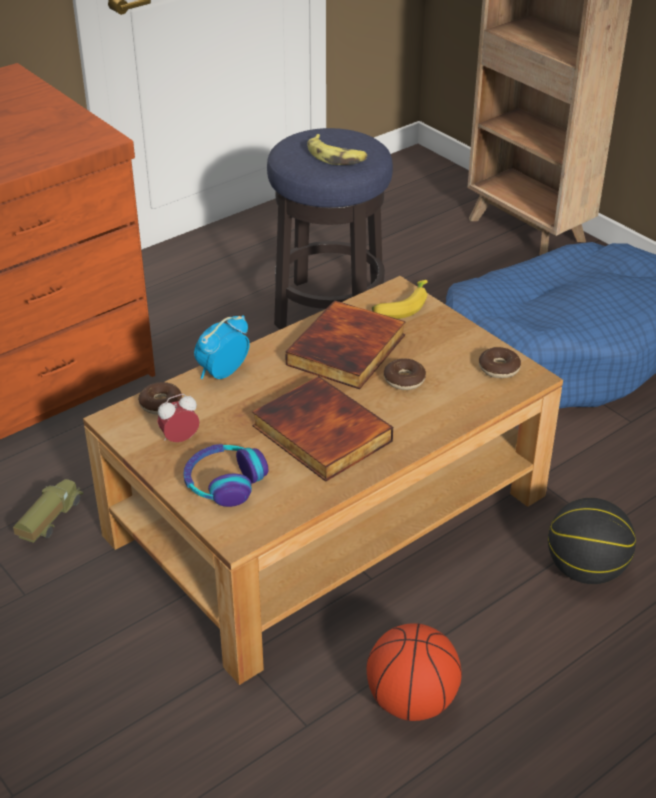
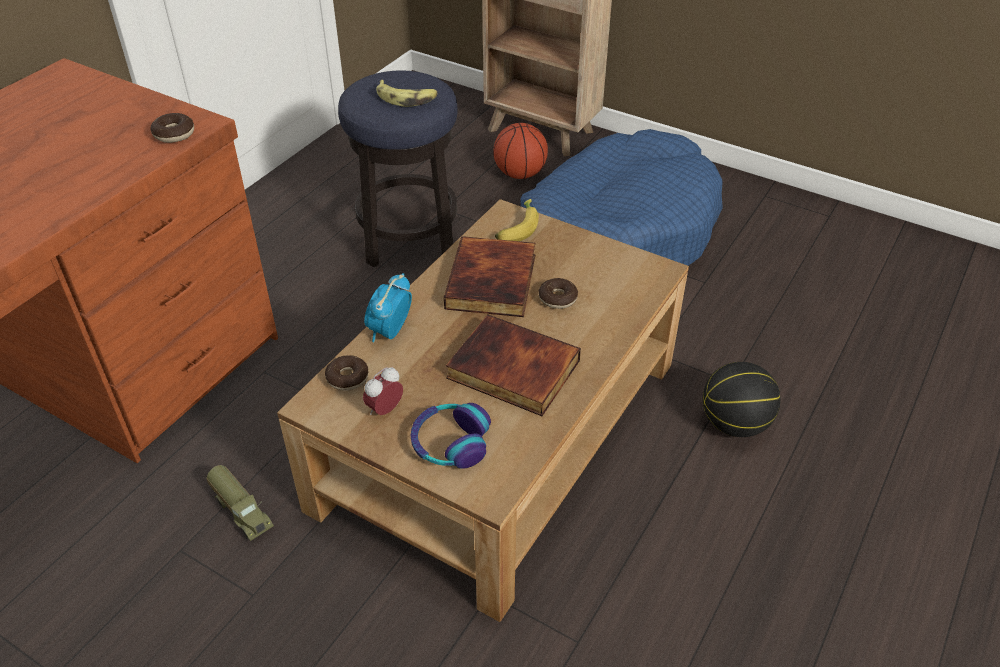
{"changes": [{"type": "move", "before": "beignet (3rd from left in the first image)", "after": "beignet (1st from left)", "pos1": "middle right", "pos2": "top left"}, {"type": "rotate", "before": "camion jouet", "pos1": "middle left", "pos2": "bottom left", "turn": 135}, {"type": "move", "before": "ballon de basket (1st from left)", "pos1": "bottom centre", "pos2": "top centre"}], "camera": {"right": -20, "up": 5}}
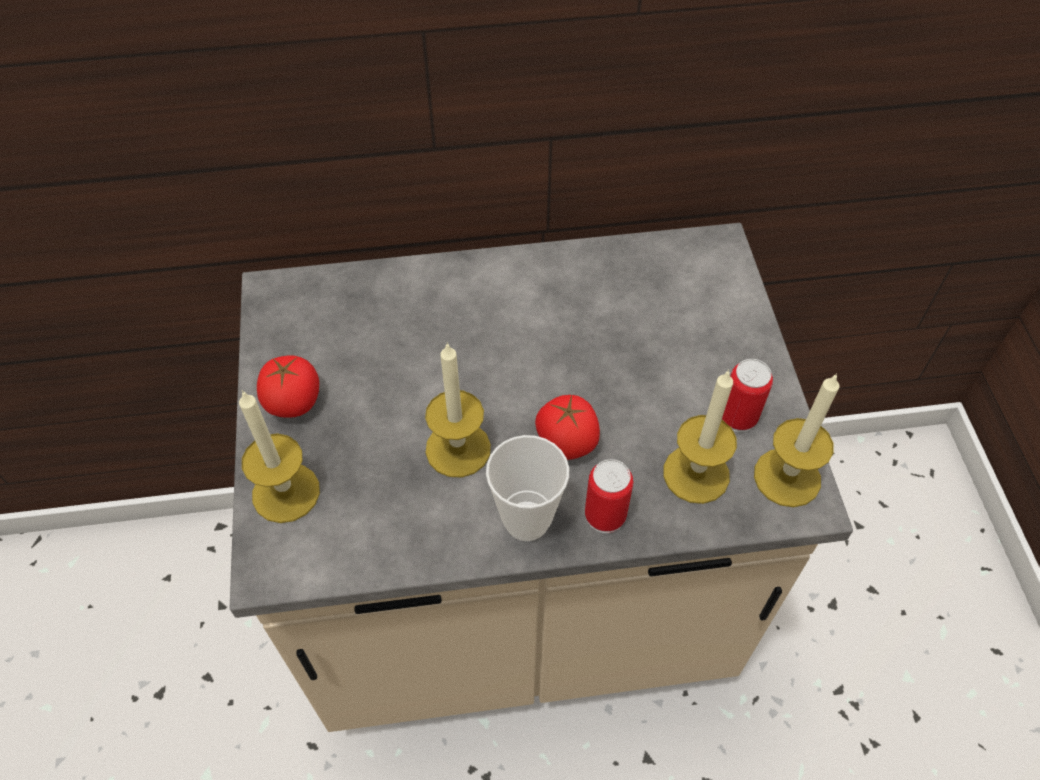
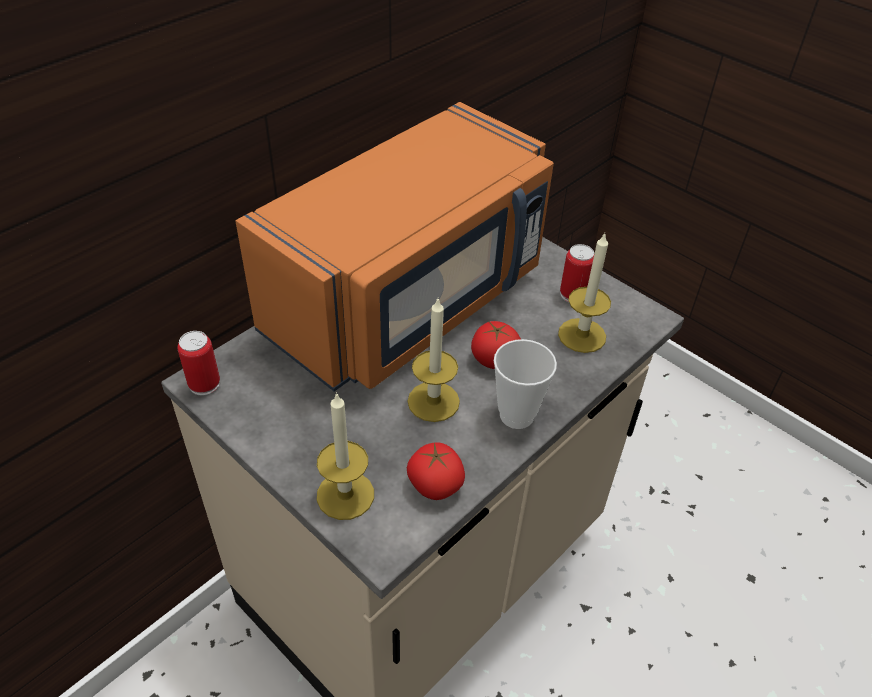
{"changes": [{"type": "move", "before": "tomate (1st from left)", "pos1": "middle left", "pos2": "bottom centre"}, {"type": "delete", "before": "bougie (4th from left)", "pos1": "middle right"}, {"type": "move", "before": "boîte métallique (1st from left)", "pos1": "centre", "pos2": "middle left"}, {"type": "insert", "after": "micro-ondes (orange)", "pos2": "centre"}], "camera": {"right": -40, "up": -10}}
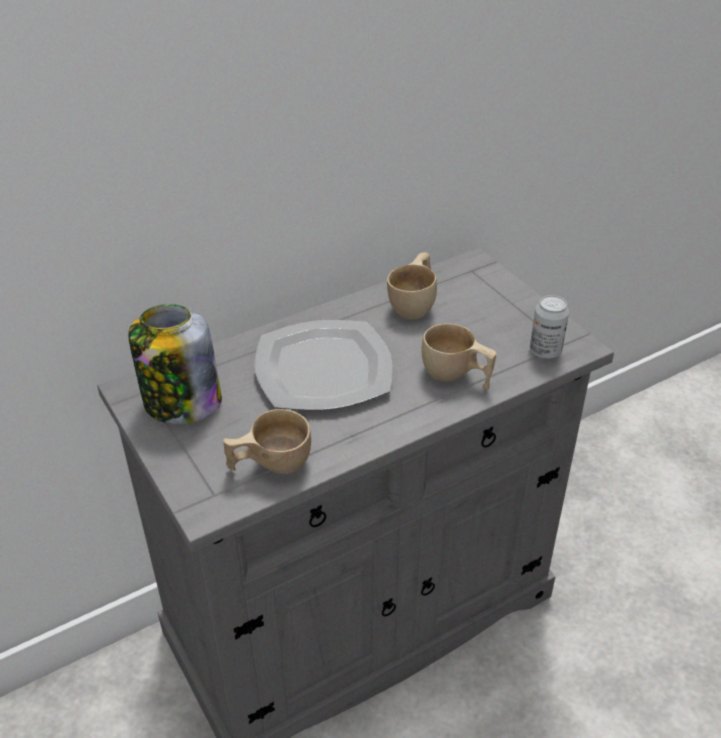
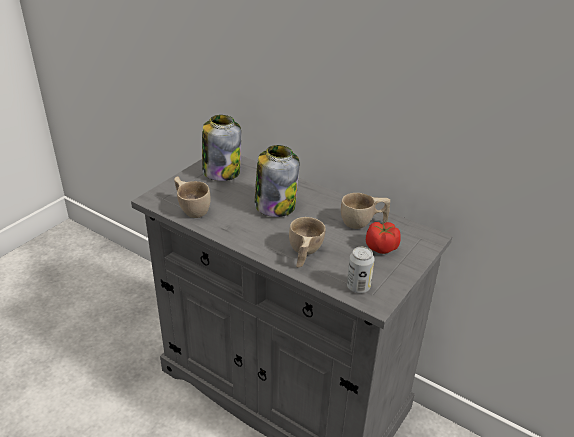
{"changes": [{"type": "replace", "before": "assiette", "after": "bocal (2nd from left)", "pos1": "centre", "pos2": "centre"}, {"type": "insert", "after": "tomate", "pos2": "middle right"}], "camera": {"right": 65, "up": -5}}
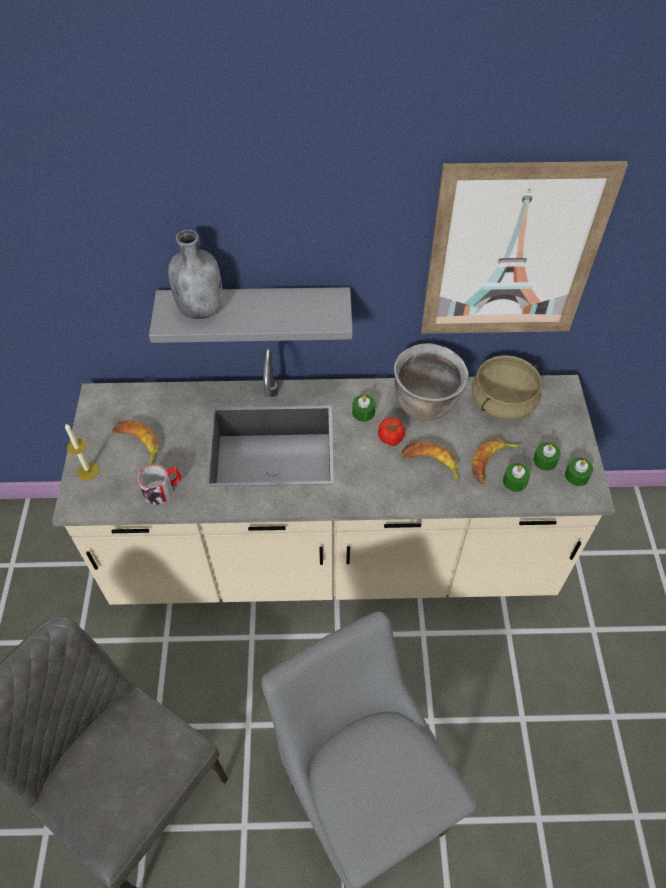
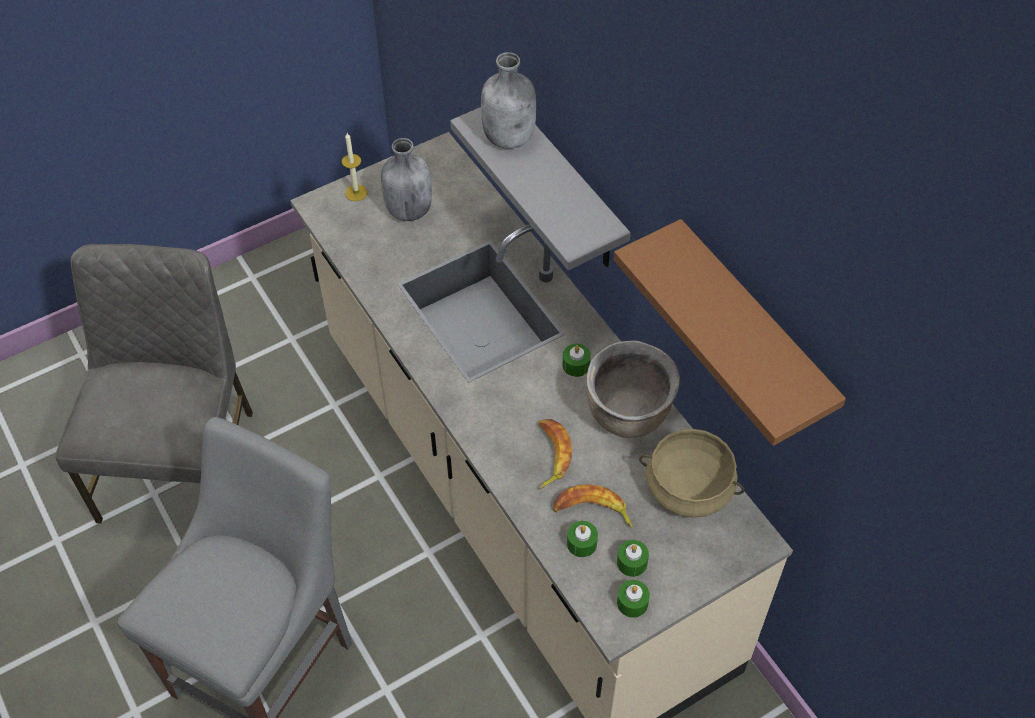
{"changes": [{"type": "replace", "before": "tableau", "after": "étagère (marron)", "pos1": "top right", "pos2": "middle right"}, {"type": "delete", "before": "tomate", "pos1": "centre"}, {"type": "replace", "before": "banane (1st from left)", "after": "bouteille (gris) (1st from left)", "pos1": "middle left", "pos2": "top centre"}, {"type": "delete", "before": "mug", "pos1": "middle left"}], "camera": {"right": 60, "up": 0}}
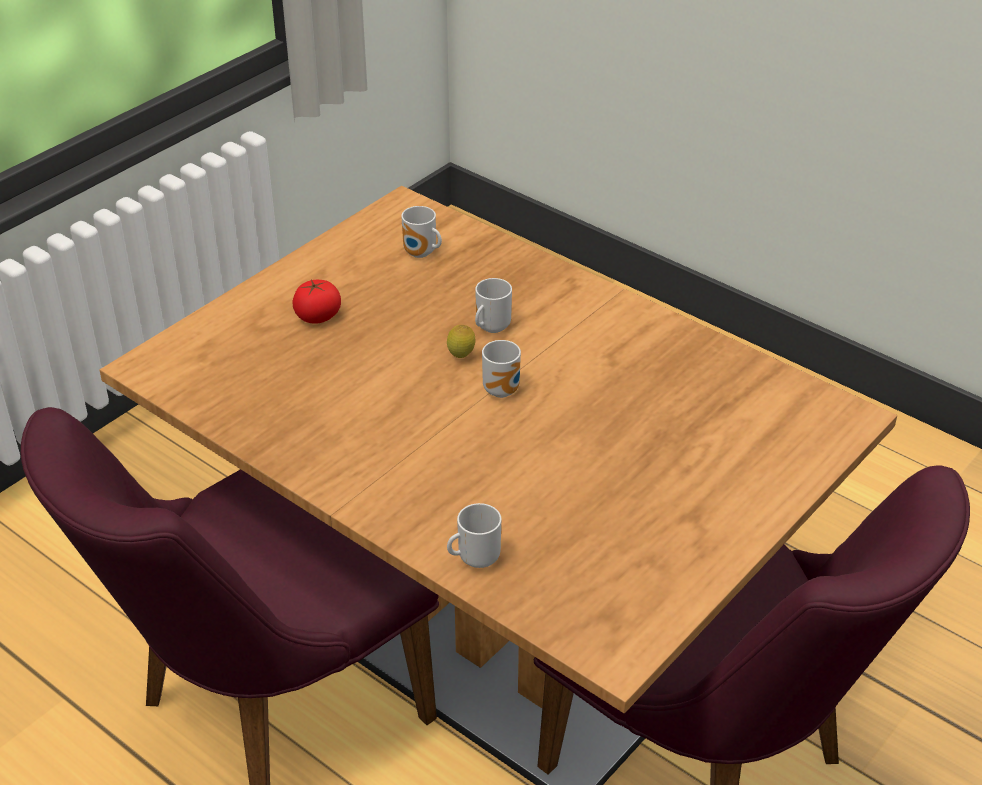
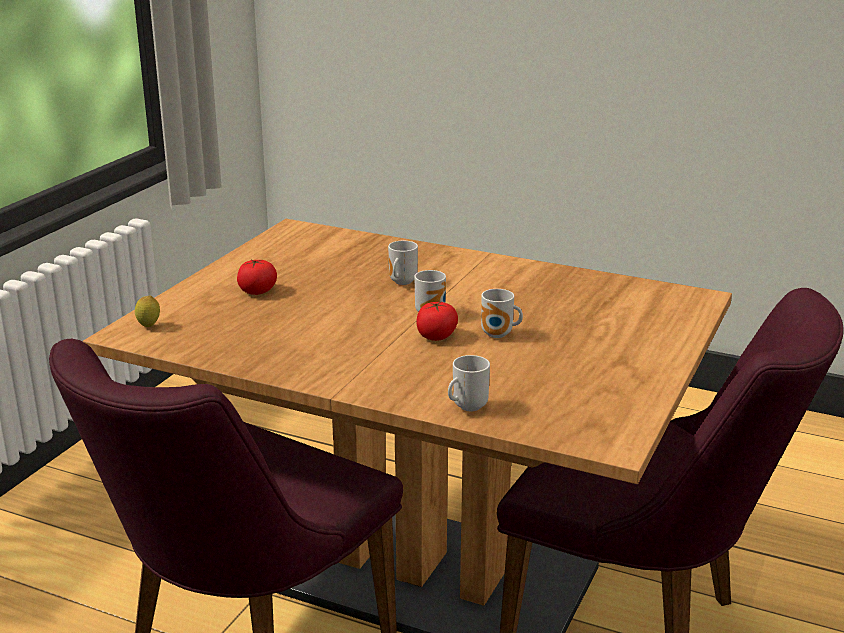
{"changes": [{"type": "move", "before": "mug (1st from left in the first image)", "after": "mug (4th from left)", "pos1": "top centre", "pos2": "centre"}, {"type": "move", "before": "citron", "pos1": "centre", "pos2": "middle left"}, {"type": "insert", "after": "tomate (2nd from left)", "pos2": "centre"}], "camera": {"right": -15, "up": -15}}
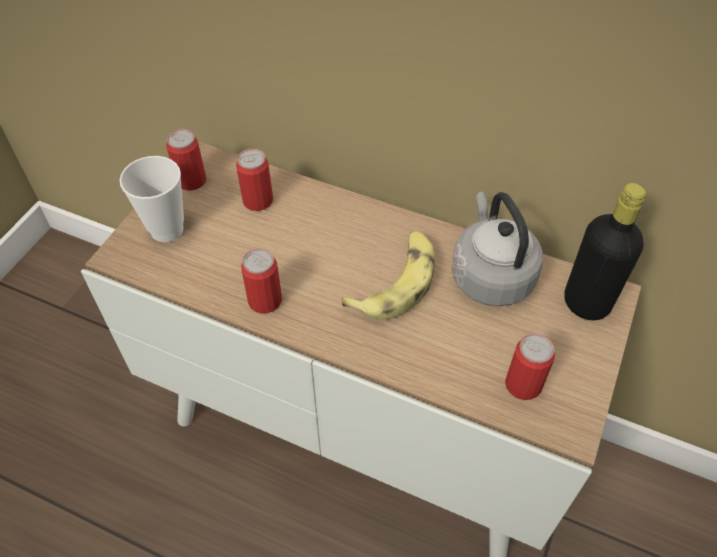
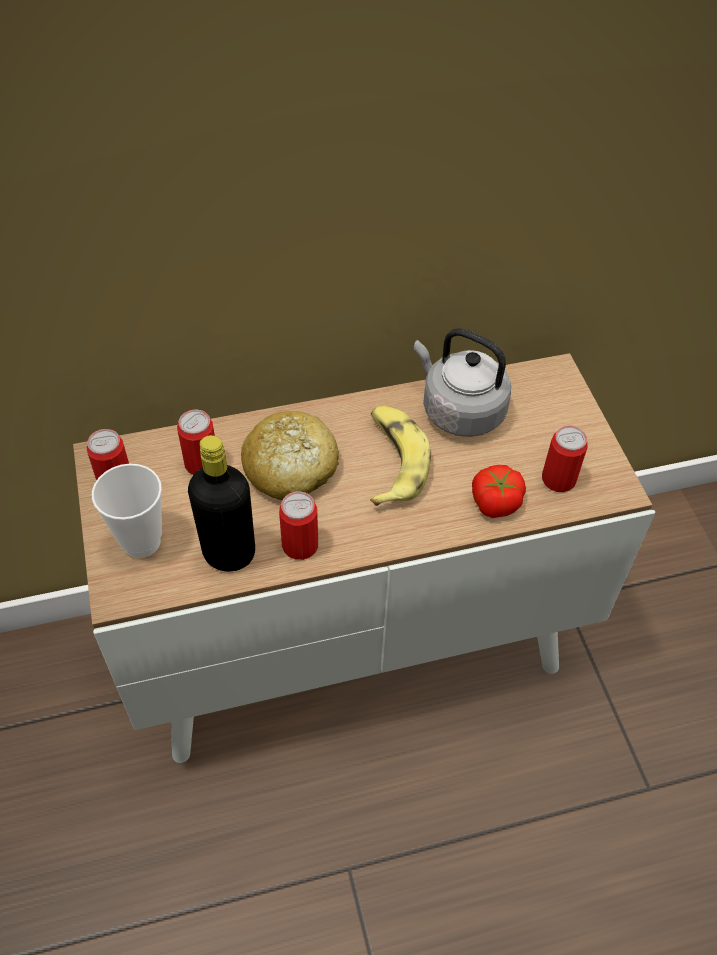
{"changes": [{"type": "move", "before": "bouteille (noir)", "pos1": "middle right", "pos2": "middle left"}, {"type": "insert", "after": "pain", "pos2": "centre"}, {"type": "insert", "after": "tomate", "pos2": "middle right"}], "camera": {"right": -40, "up": 0}}
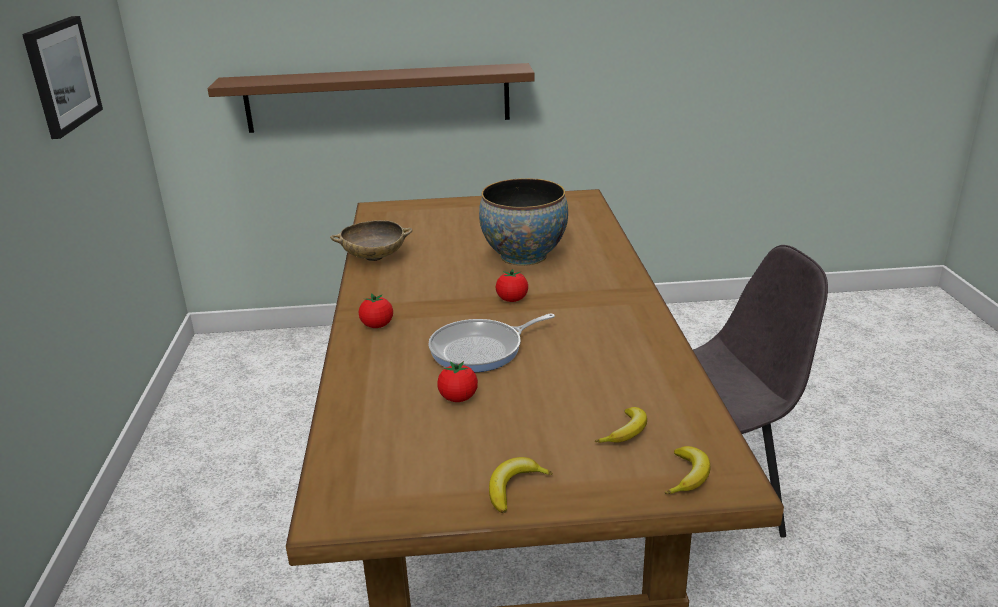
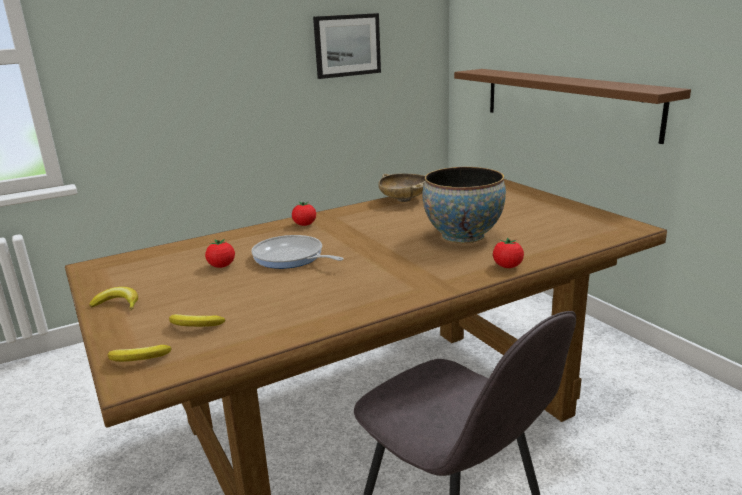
{"changes": [{"type": "move", "before": "tomate (3rd from left)", "pos1": "centre", "pos2": "middle right"}], "camera": {"right": 65, "up": -5}}
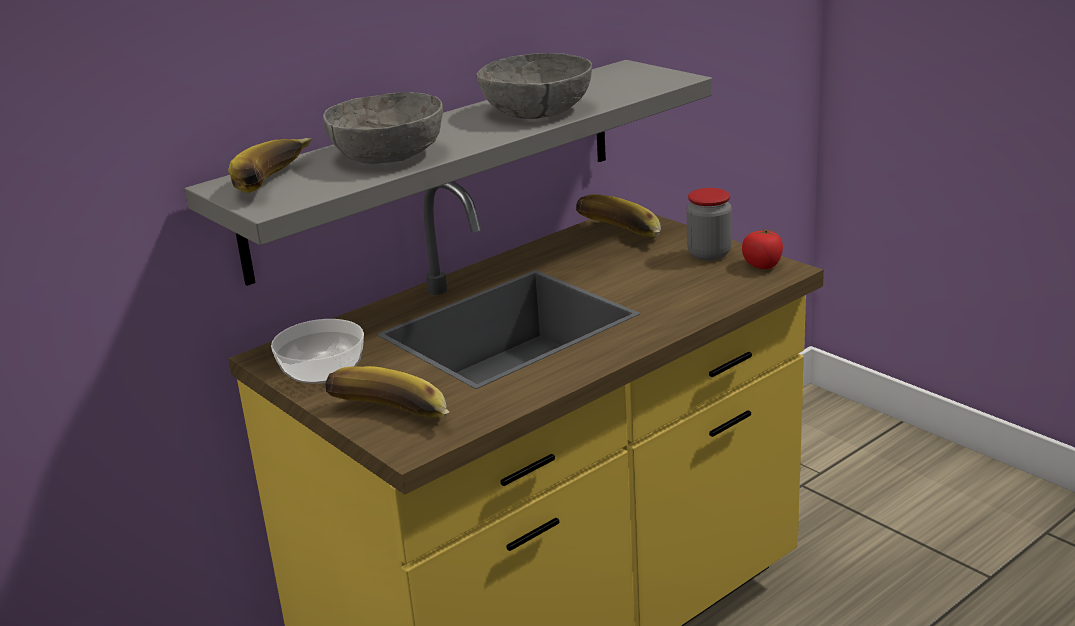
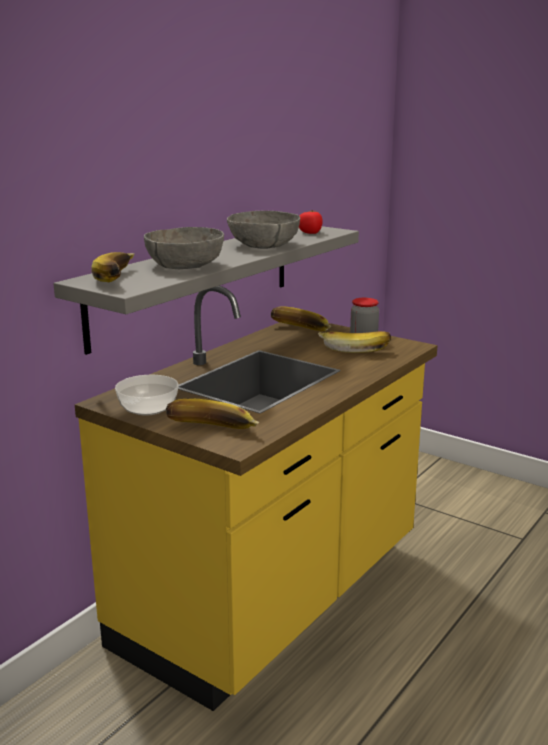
{"changes": [{"type": "move", "before": "tomate", "pos1": "middle right", "pos2": "top centre"}, {"type": "insert", "after": "banane (4th from left)", "pos2": "centre"}], "camera": {"right": -15, "up": -5}}
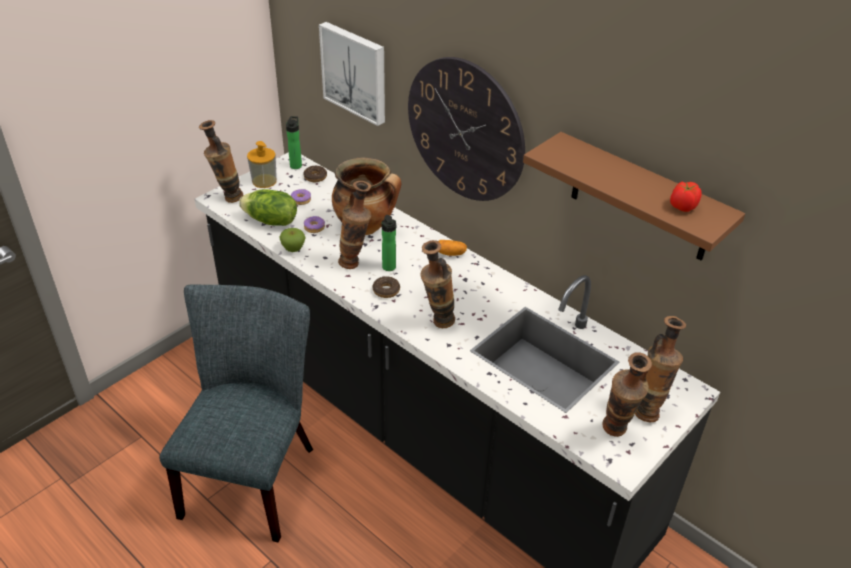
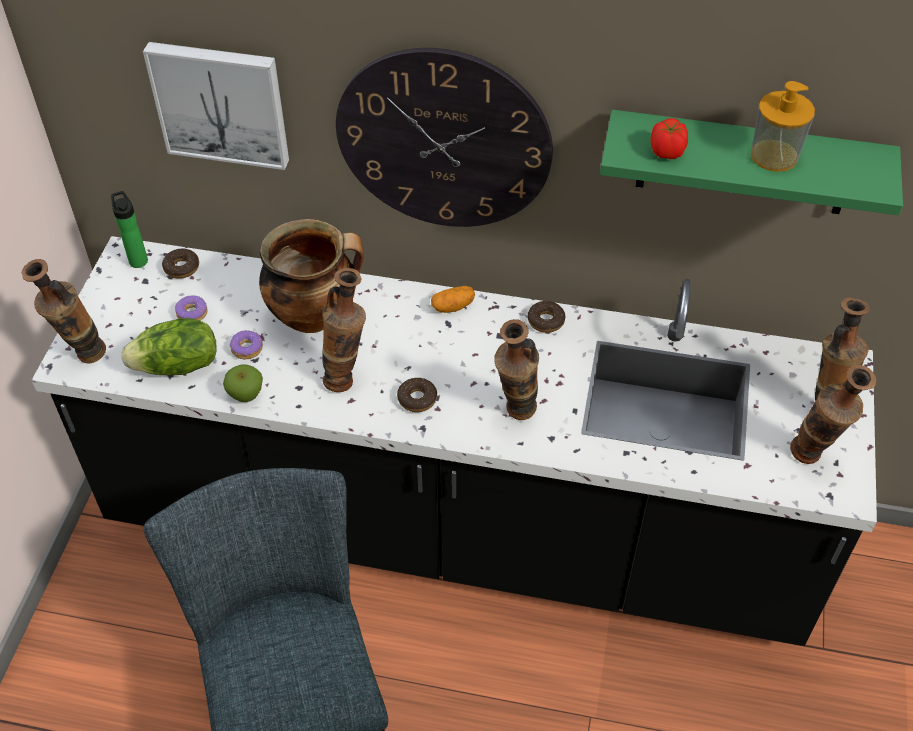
{"changes": [{"type": "recolor", "before": "étagère (marron)", "after": "étagère (vert)", "pos1": "middle right", "pos2": "top right"}, {"type": "move", "before": "distributeur de savon", "pos1": "top left", "pos2": "top right"}, {"type": "move", "before": "tomate", "pos1": "middle right", "pos2": "top right"}, {"type": "delete", "before": "bouteille (2nd from left)", "pos1": "centre"}, {"type": "insert", "after": "beignet (5th from left)", "pos2": "centre"}], "camera": {"right": -30, "up": 10}}
